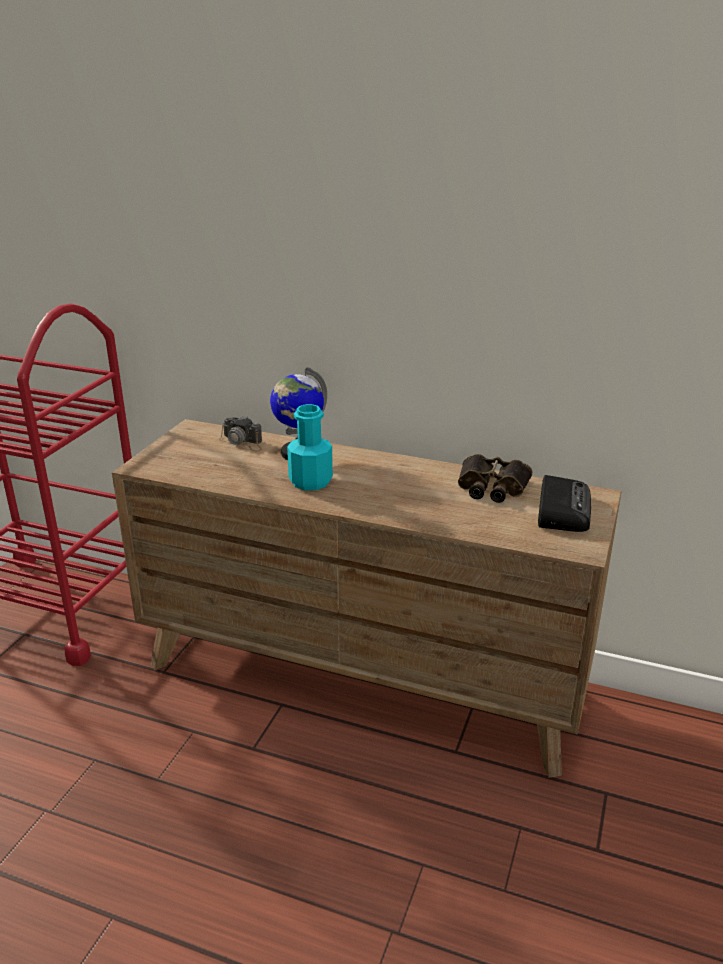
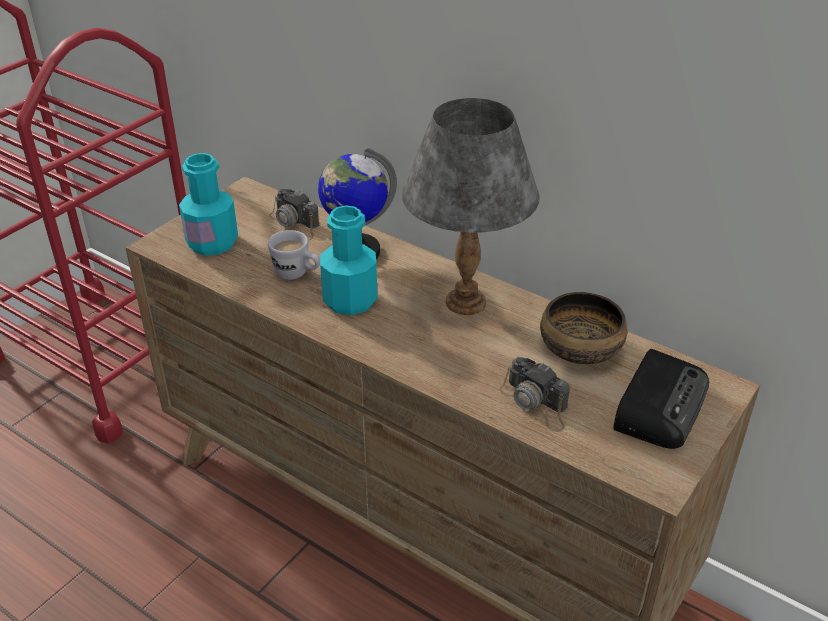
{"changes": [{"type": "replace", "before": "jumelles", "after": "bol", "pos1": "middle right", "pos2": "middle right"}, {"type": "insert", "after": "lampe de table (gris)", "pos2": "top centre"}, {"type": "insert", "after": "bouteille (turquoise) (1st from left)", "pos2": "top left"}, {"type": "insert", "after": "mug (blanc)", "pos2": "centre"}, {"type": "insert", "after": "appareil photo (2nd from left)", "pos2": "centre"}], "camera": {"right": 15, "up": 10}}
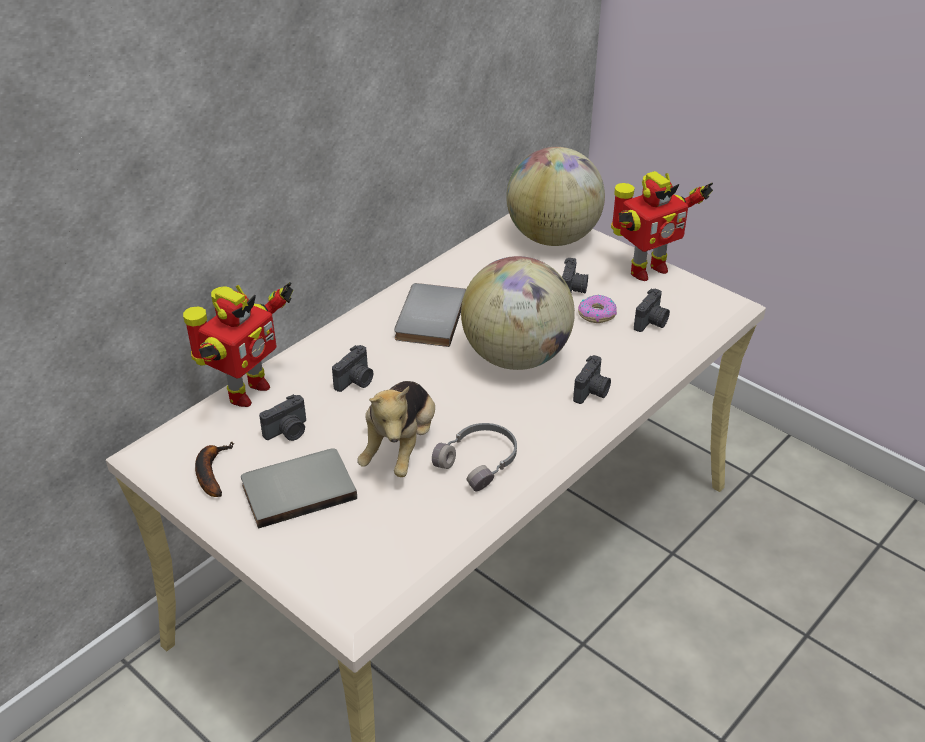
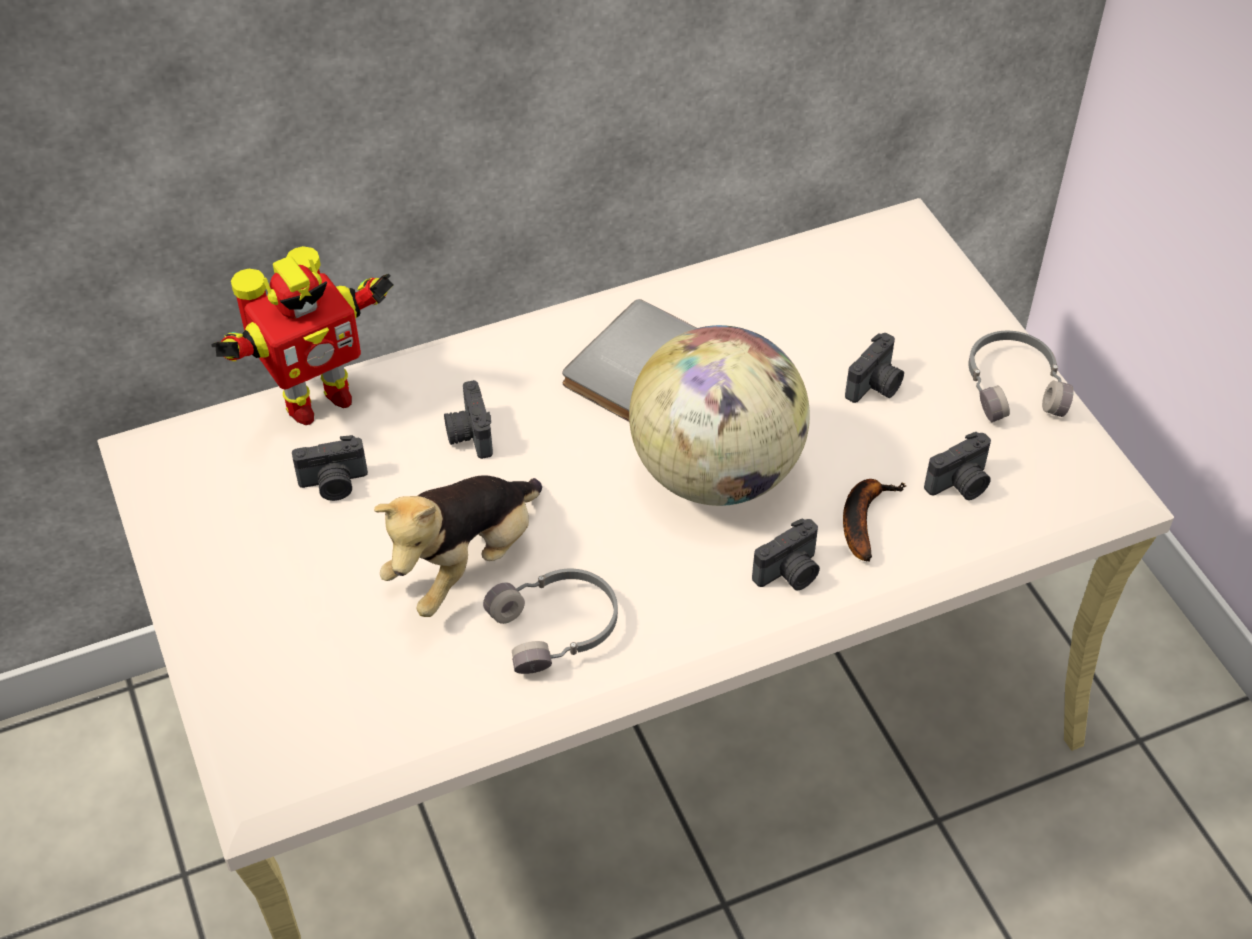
{"changes": [{"type": "delete", "before": "globe (2nd from left)", "pos1": "top centre"}, {"type": "replace", "before": "robot jouet (2nd from left)", "after": "casque audio (gris) (2nd from left)", "pos1": "top right", "pos2": "middle right"}, {"type": "delete", "before": "beignet", "pos1": "centre"}, {"type": "rotate", "before": "appareil photo (2nd from left)", "pos1": "centre", "pos2": "centre", "turn": 105}, {"type": "move", "before": "banane", "pos1": "middle left", "pos2": "middle right"}, {"type": "delete", "before": "livre (gris) (1st from left)", "pos1": "middle left"}], "camera": {"right": 25, "up": 10}}
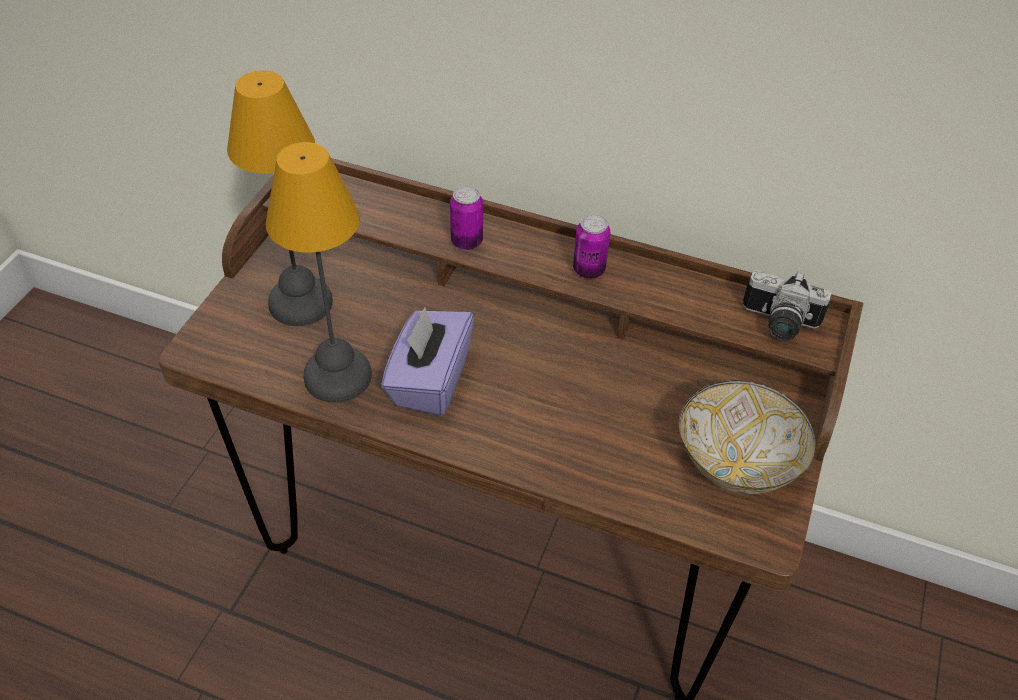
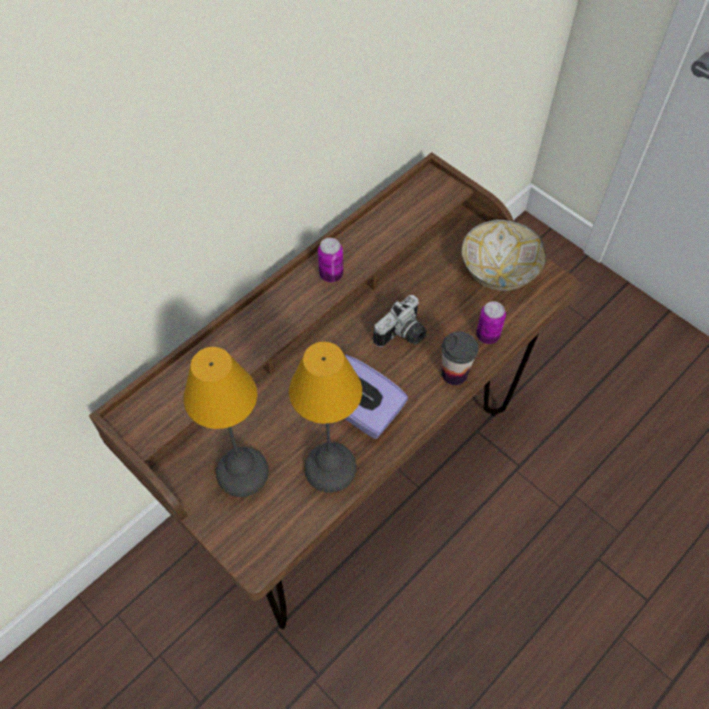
{"changes": [{"type": "move", "before": "boîte métallique (1st from left in the first image)", "after": "boîte métallique (2nd from left)", "pos1": "top centre", "pos2": "middle right"}, {"type": "move", "before": "appareil photo", "pos1": "middle right", "pos2": "centre"}, {"type": "insert", "after": "tasse", "pos2": "centre"}], "camera": {"right": -65, "up": 10}}
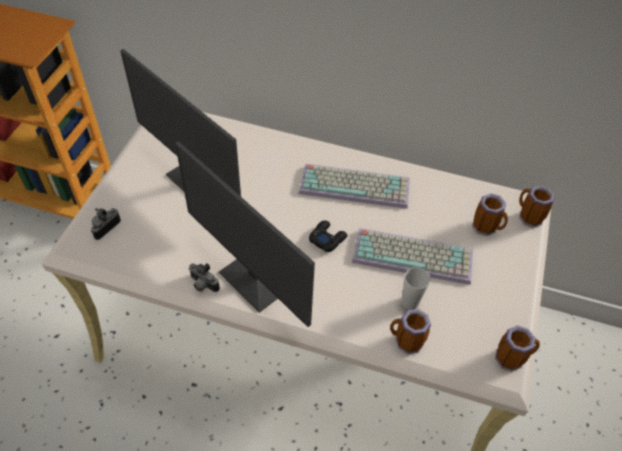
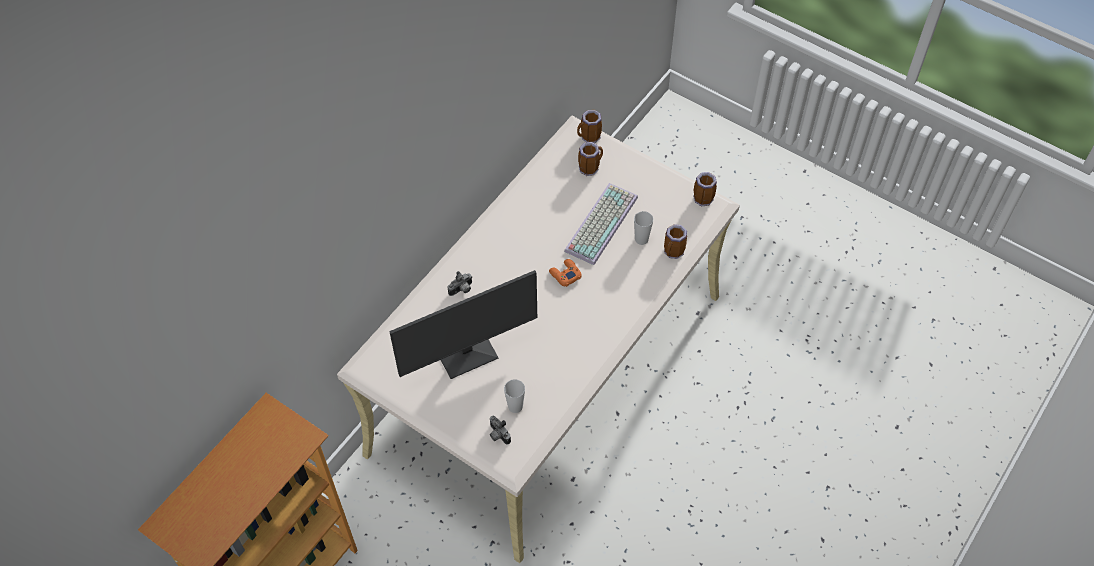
{"changes": [{"type": "delete", "before": "écran d'ordinateur (2nd from left)", "pos1": "centre"}, {"type": "delete", "before": "clavier (1st from left)", "pos1": "centre"}, {"type": "recolor", "before": "manette (noir)", "after": "manette (orange)", "pos1": "centre", "pos2": "centre"}, {"type": "move", "before": "appareil photo (2nd from left in the first image)", "after": "appareil photo (1st from left)", "pos1": "middle left", "pos2": "centre"}, {"type": "insert", "after": "tasse (1st from left)", "pos2": "bottom centre"}], "camera": {"right": -70, "up": 5}}
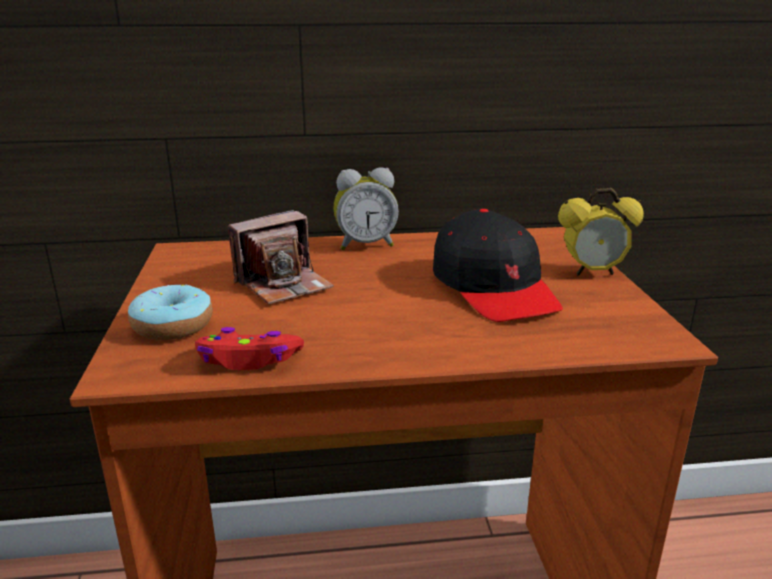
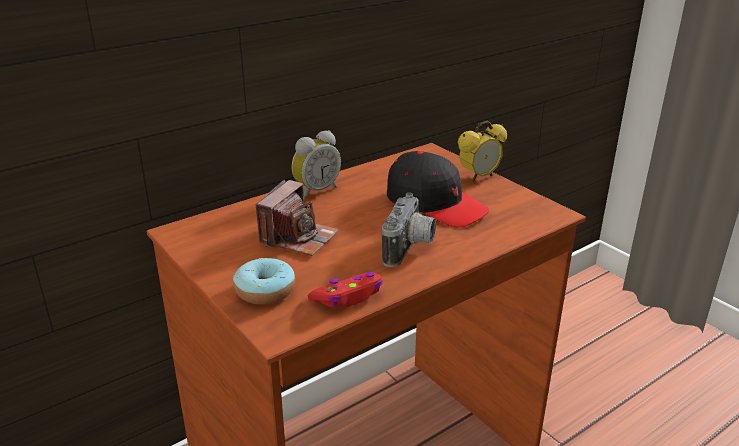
{"changes": [{"type": "insert", "after": "appareil photo (2nd from left)", "pos2": "centre"}], "camera": {"right": -30, "up": 5}}
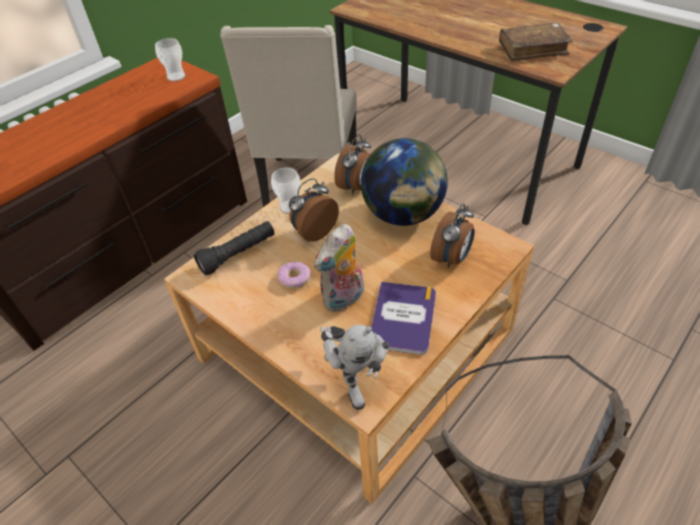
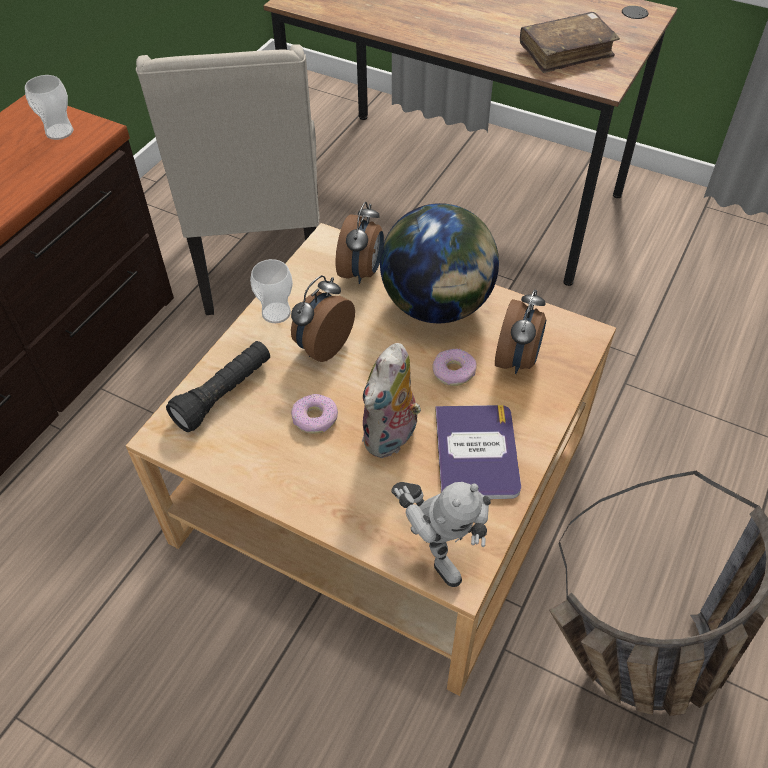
{"changes": [{"type": "insert", "after": "beignet (2nd from left)", "pos2": "centre"}], "camera": {"right": -15, "up": 5}}
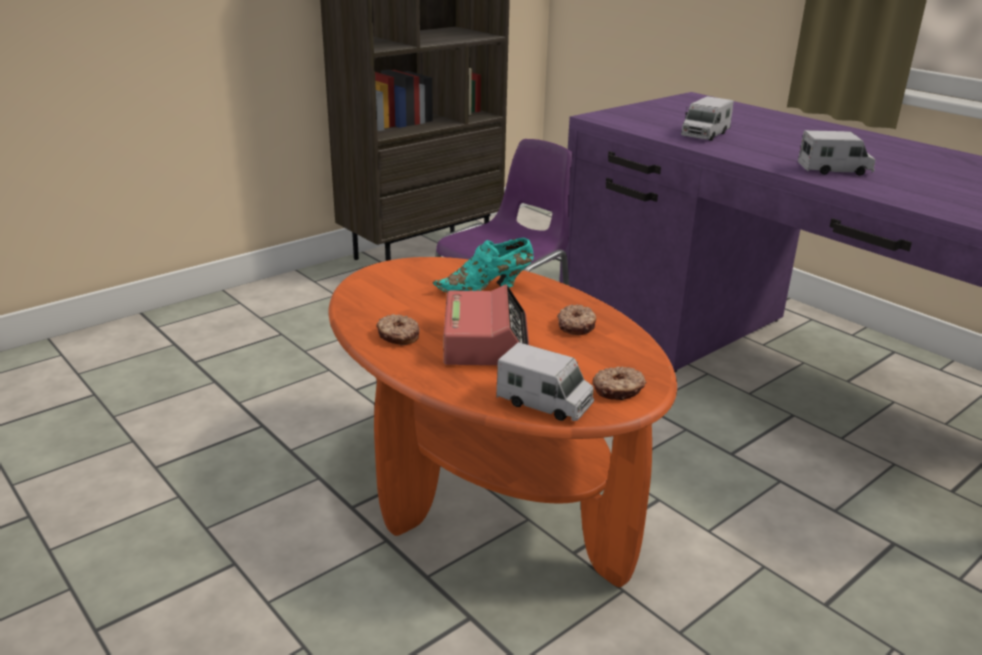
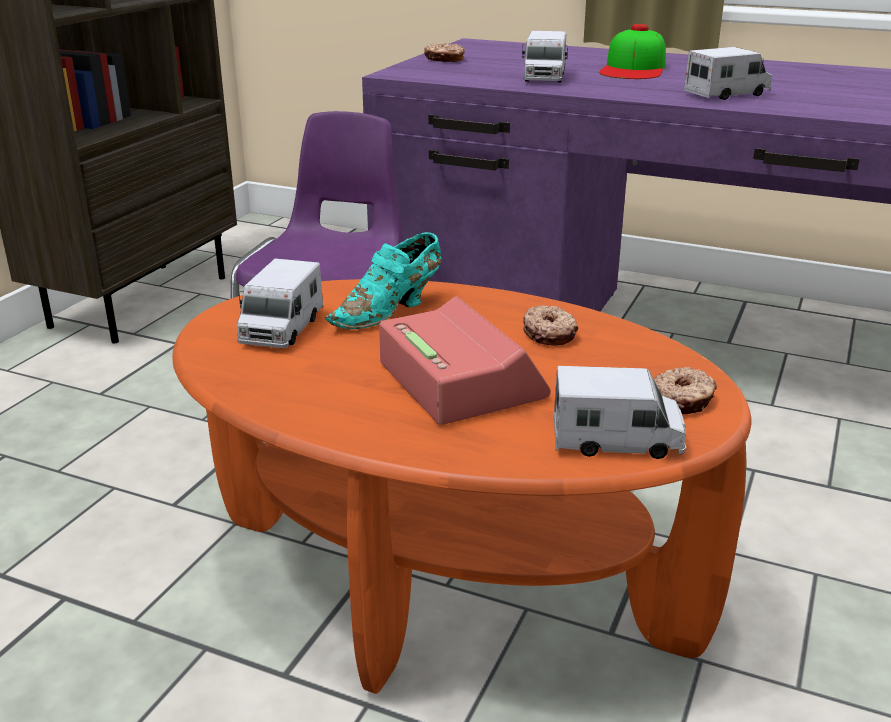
{"changes": [{"type": "move", "before": "beignet (1st from left)", "pos1": "centre", "pos2": "top centre"}, {"type": "insert", "after": "casquette", "pos2": "top right"}, {"type": "insert", "after": "camion jouet (1st from left)", "pos2": "middle left"}], "camera": {"right": -25, "up": 0}}
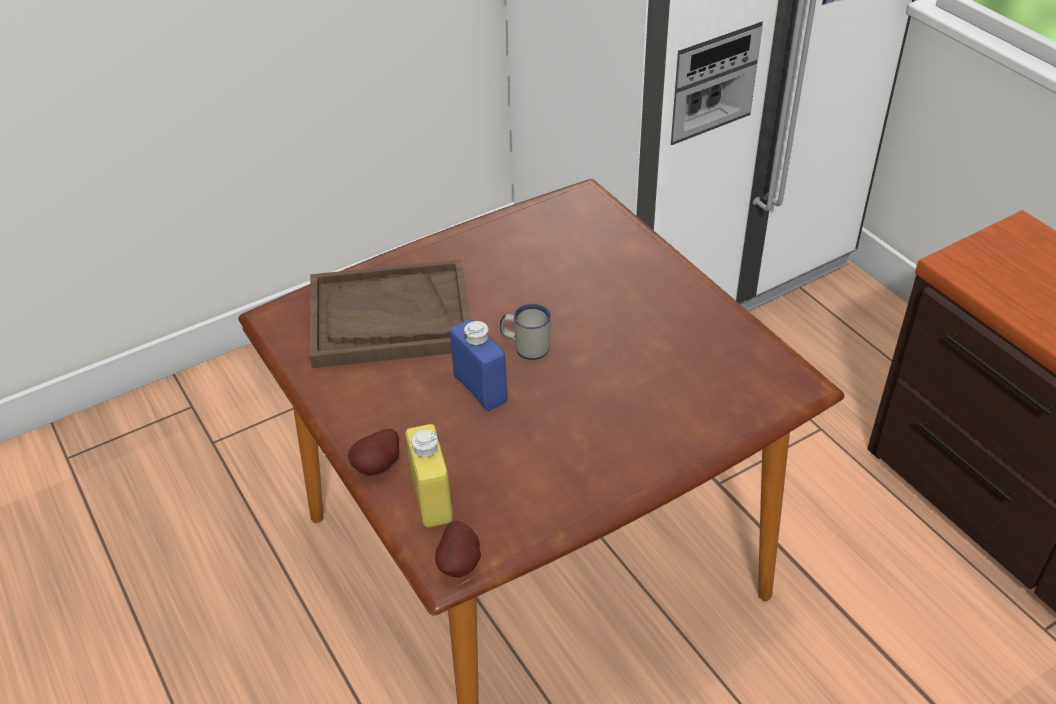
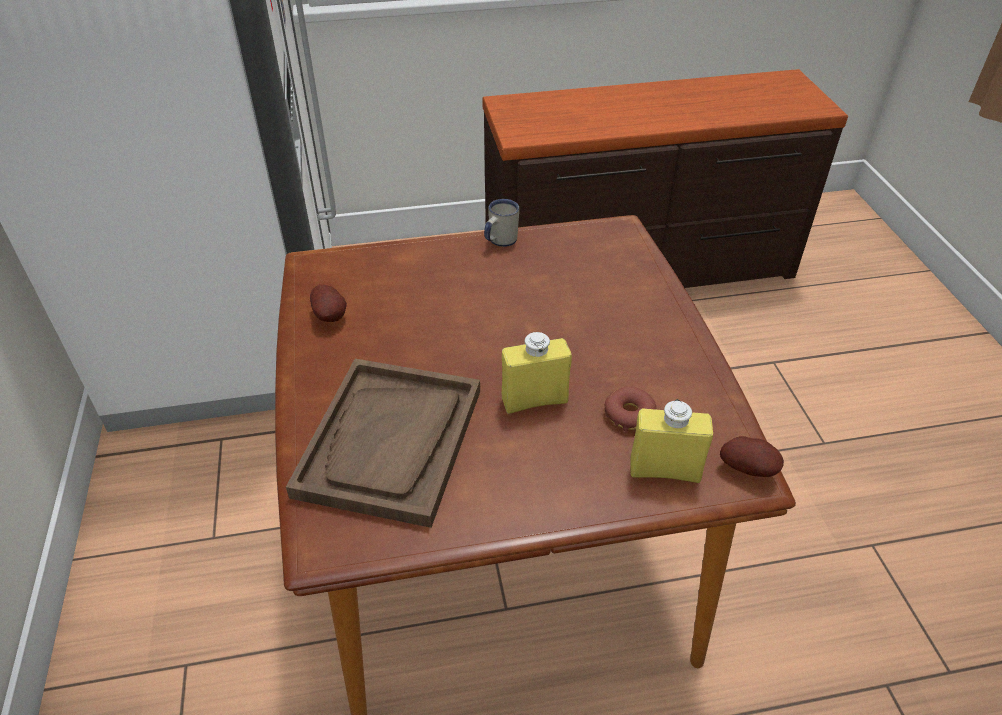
{"changes": [{"type": "move", "before": "mug (blanc)", "pos1": "centre", "pos2": "top centre"}, {"type": "recolor", "before": "bouteille (bleu)", "after": "bouteille (jaune) (1st from left)", "pos1": "centre", "pos2": "centre"}, {"type": "move", "before": "pomme de terre (1st from left)", "pos1": "centre", "pos2": "middle left"}, {"type": "insert", "after": "beignet", "pos2": "centre"}], "camera": {"right": -70, "up": 0}}
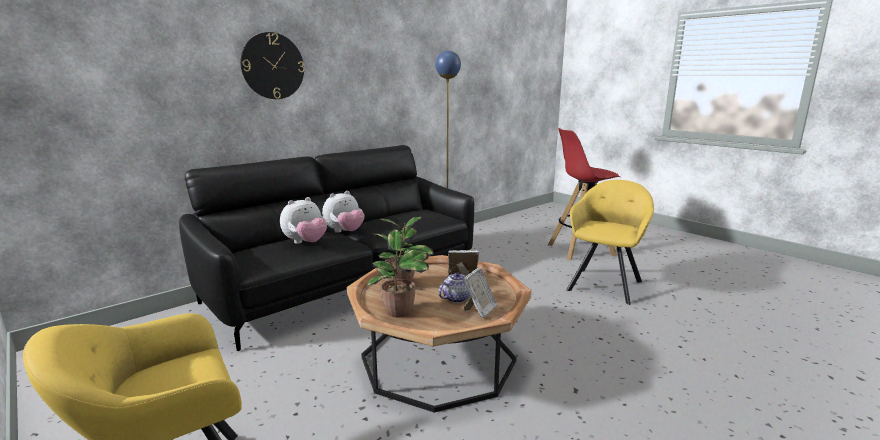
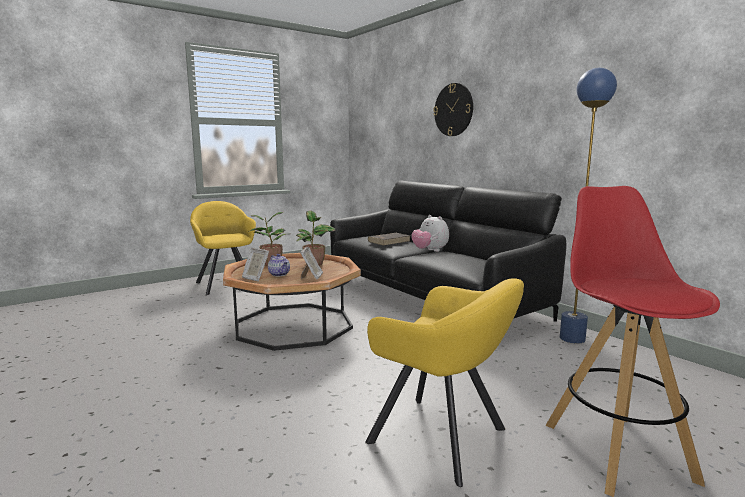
{"changes": [{"type": "replace", "before": "peluche (1st from left)", "after": "livre (marron)", "pos1": "centre", "pos2": "centre"}], "camera": {"right": 95, "up": -5}}
